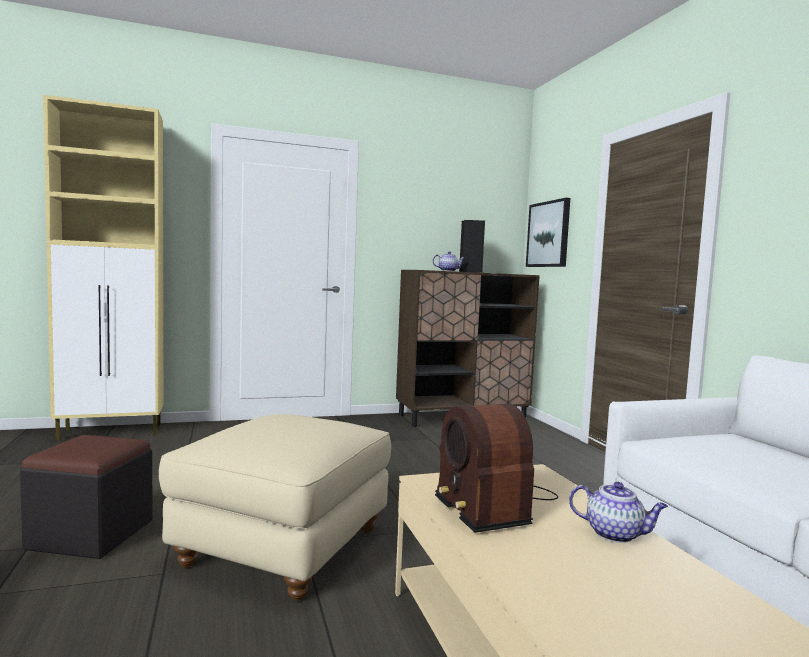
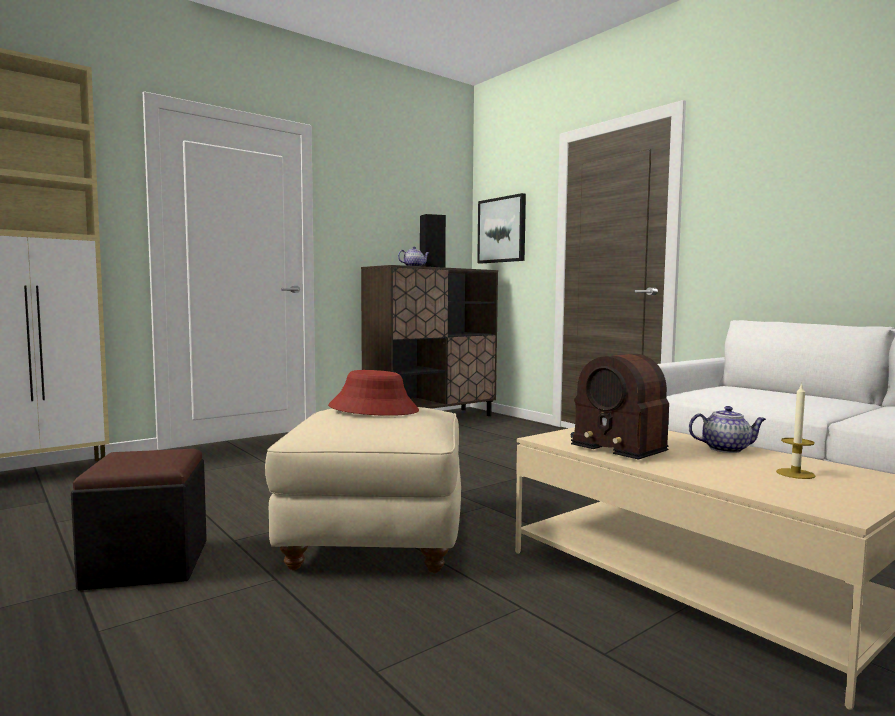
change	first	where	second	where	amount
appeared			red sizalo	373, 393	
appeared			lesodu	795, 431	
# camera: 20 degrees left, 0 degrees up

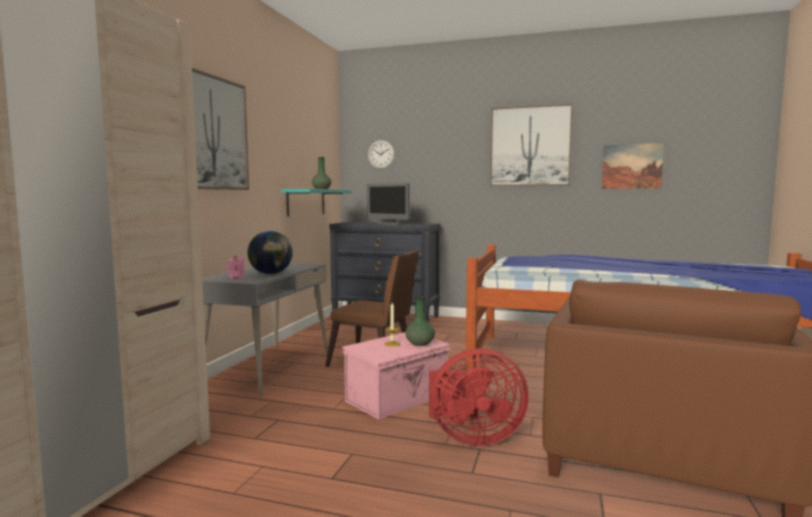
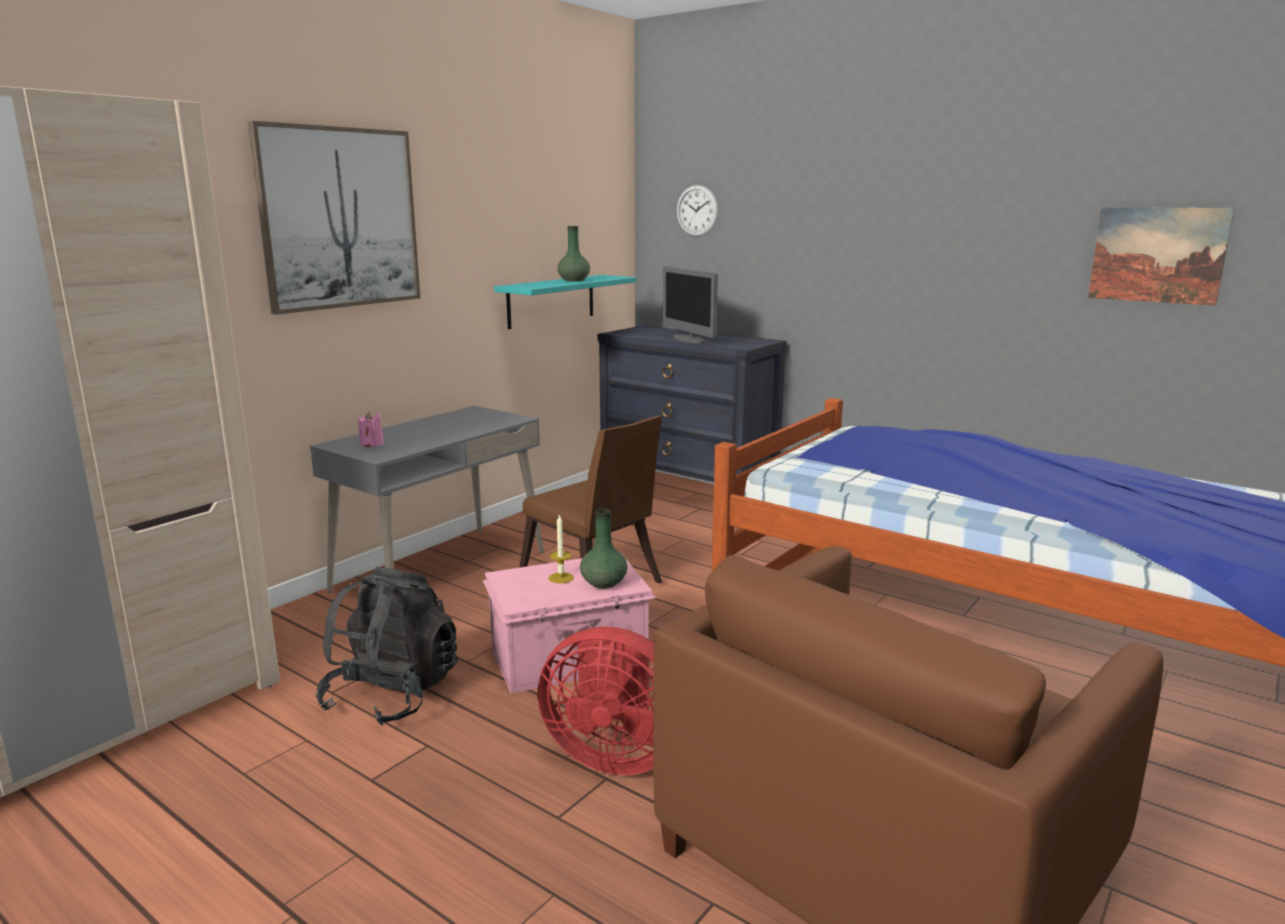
change	first	where	second	where	amount
missing	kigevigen	270, 252			
missing	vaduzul	531, 144			
appeared			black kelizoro	387, 646	
# camera: 20 degrees right, 10 degrees up

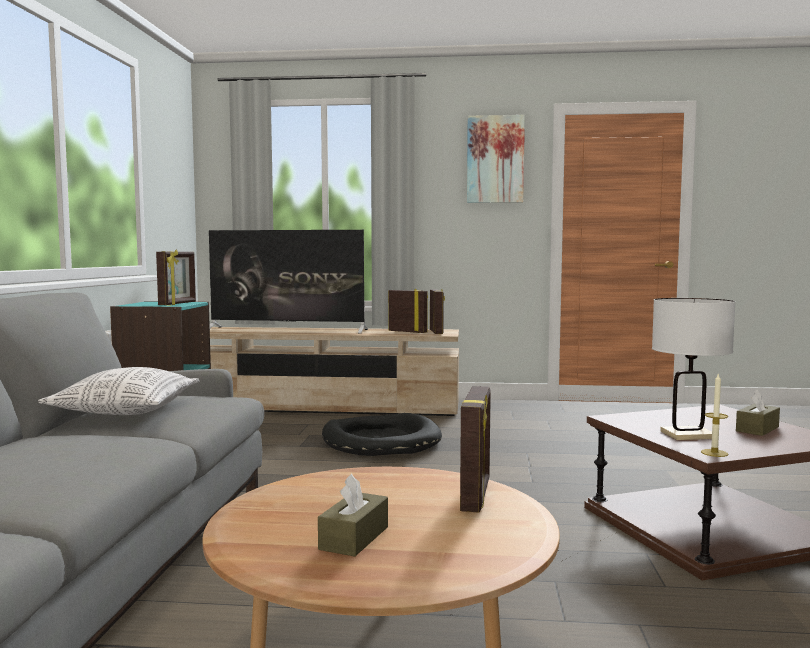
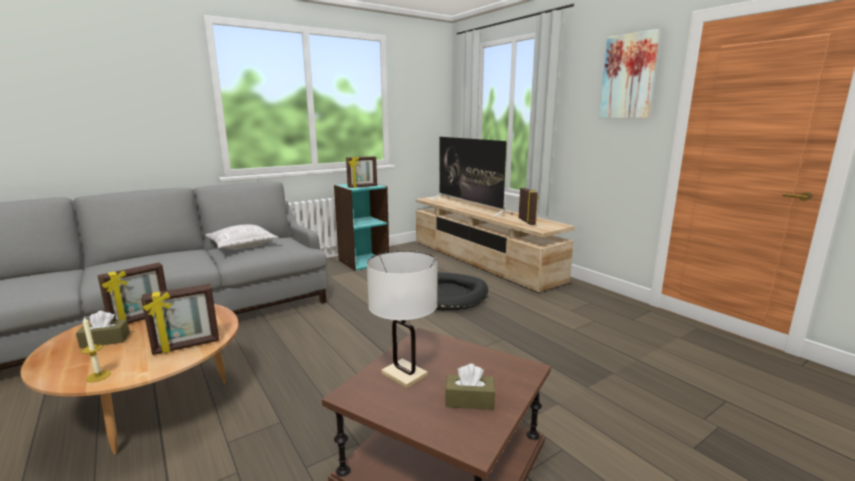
change	first	where	second	where	amount
relocated	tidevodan	437, 312		132, 293	
relocated	lesodu	714, 414		96, 349	
# camera: 50 degrees right, 10 degrees up

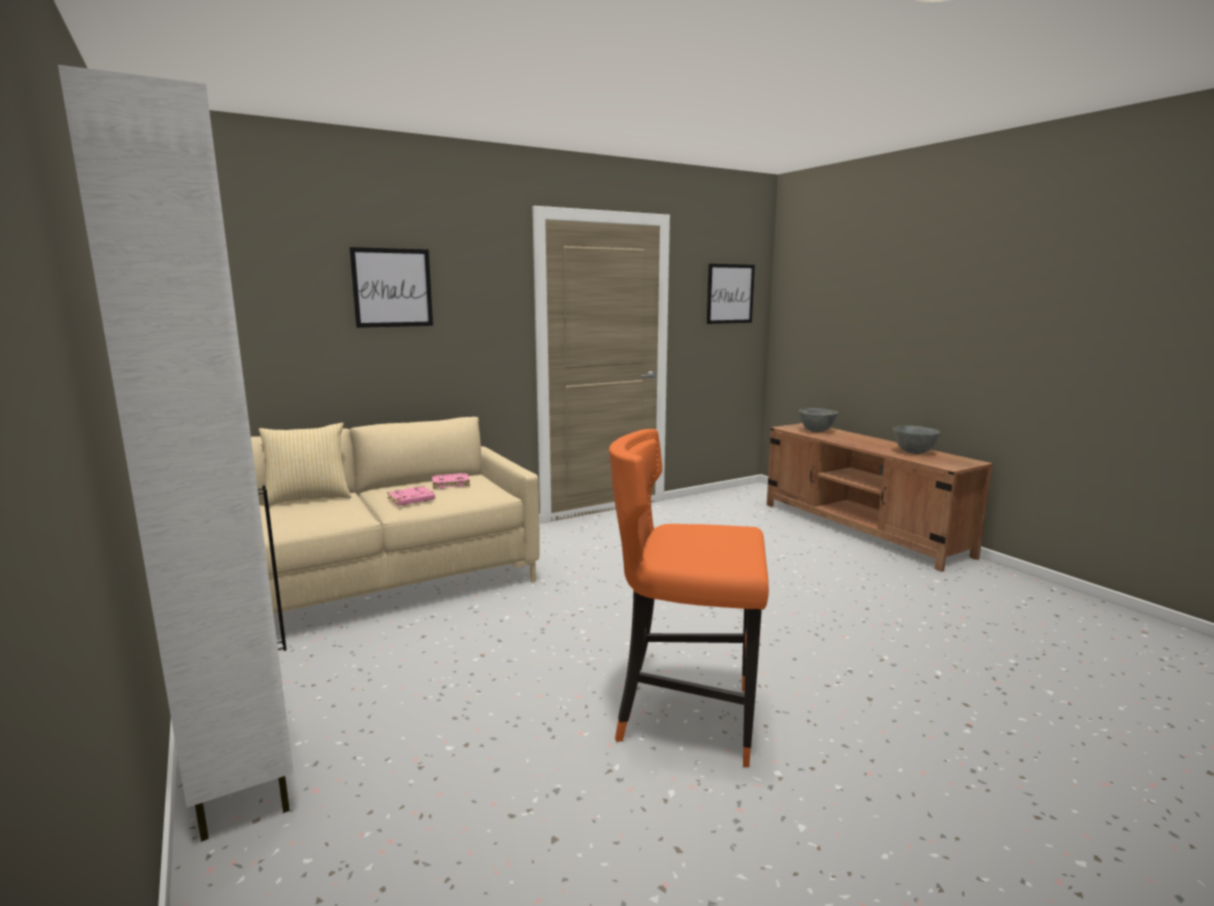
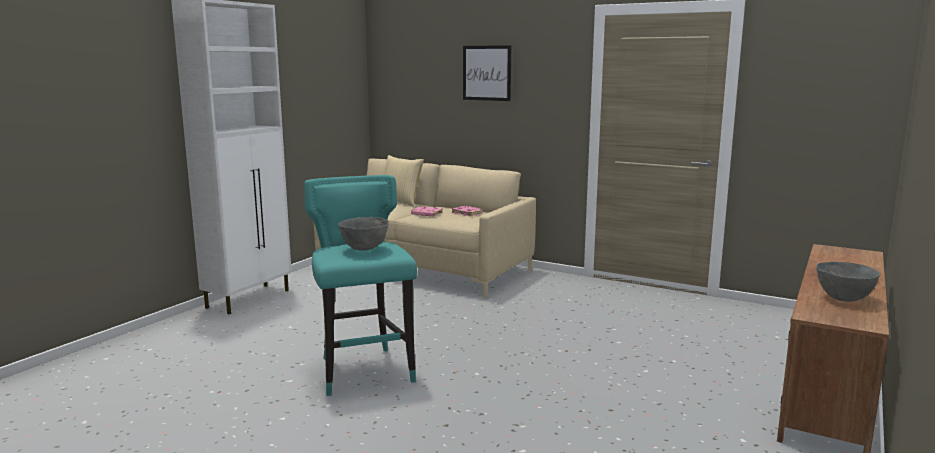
change	first	where	second	where	amount
colour	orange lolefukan	689, 598	turquoise lolefukan	360, 285	
missing	vaduzul	731, 294			
relocated	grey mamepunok	818, 420		363, 233	
# camera: 60 degrees right, 0 degrees up

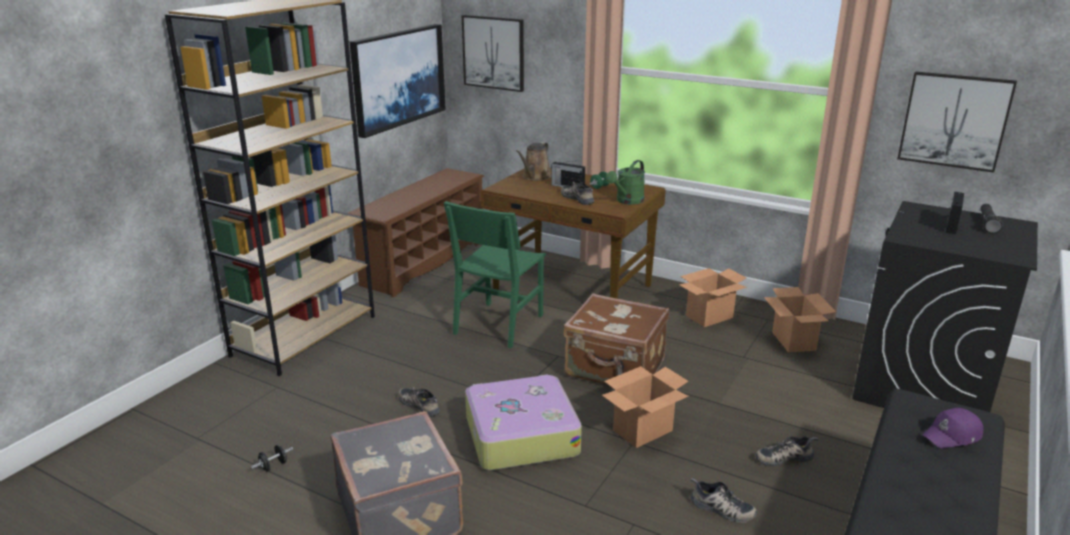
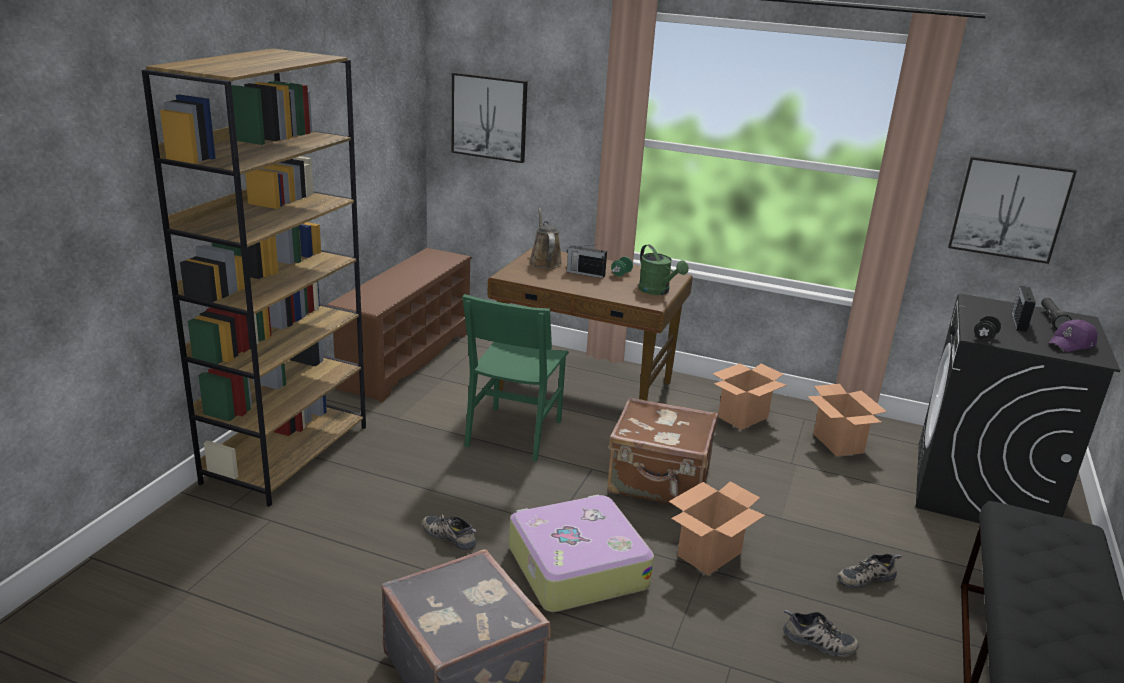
change	first	where	second	where	amount
relocated	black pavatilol	272, 458		987, 328	
missing	vaduzul	398, 81			
spun	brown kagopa	534, 161		545, 238	150 degrees clockwise
missing	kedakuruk	577, 193			
spun	green kagopa	625, 182		663, 269	60 degrees counterclockwise
relocated	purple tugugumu	953, 428		1073, 335	
# camera: 10 degrees left, 0 degrees up

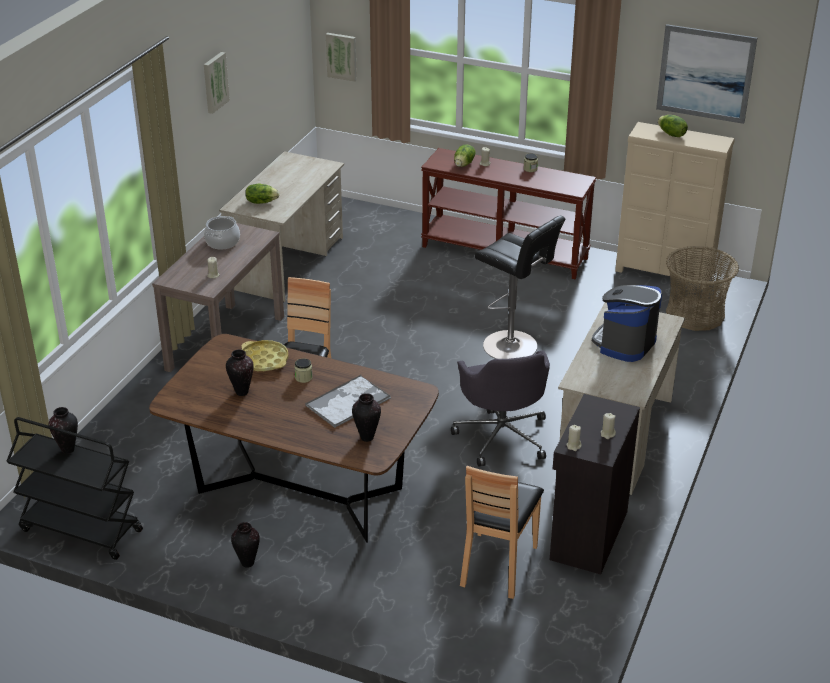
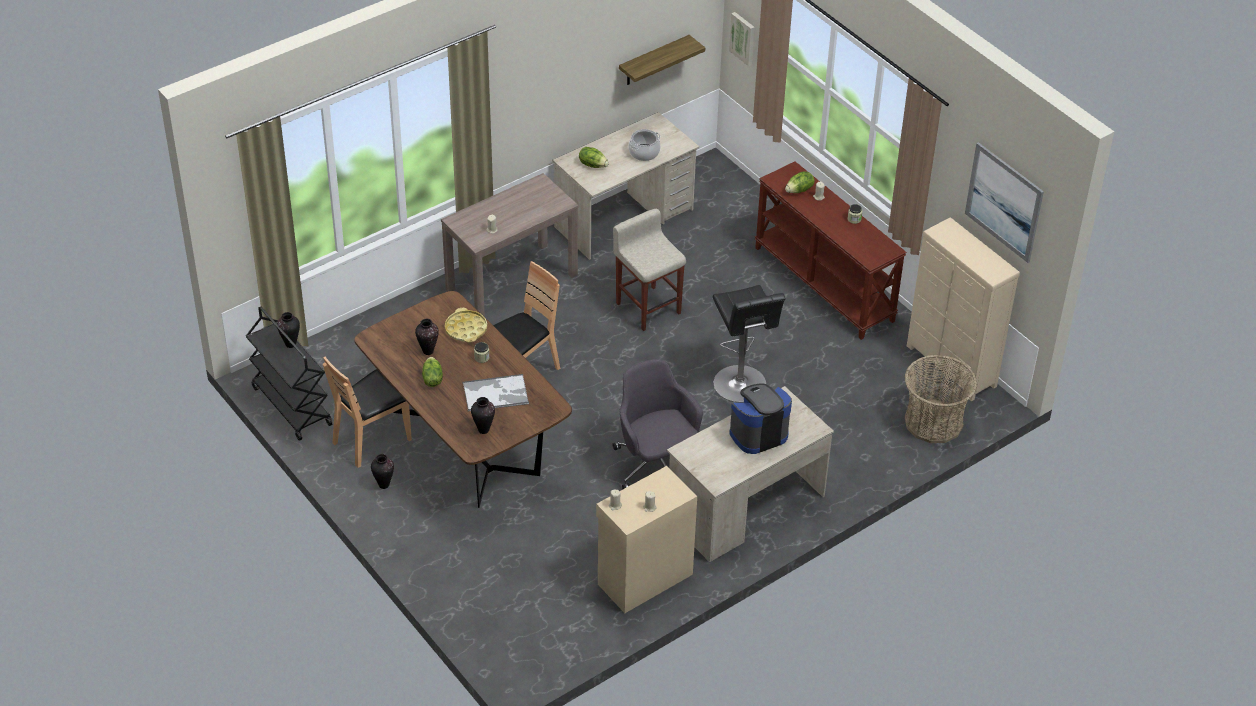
change	first	where	second	where	amount
missing	vaduzul	217, 83			
relocated	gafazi	222, 232		644, 145	
spun	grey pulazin	500, 408		657, 424	135 degrees clockwise
relocated	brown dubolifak	502, 532		367, 412	
colour	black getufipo	595, 484	beige getufipo	646, 539	
relocated	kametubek	673, 126		432, 372	
appeared			beige lolefukan	649, 270	
appeared			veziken	662, 60	
# camera: 30 degrees right, 10 degrees up

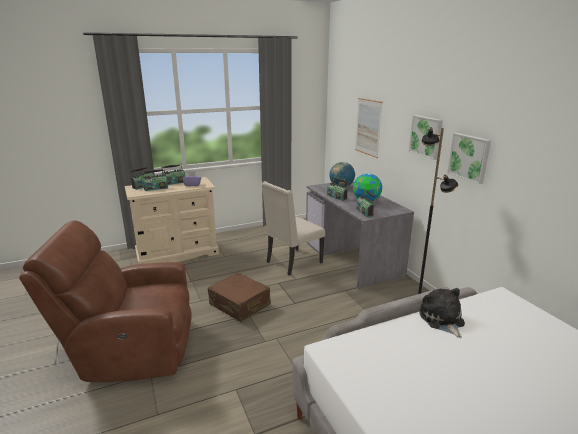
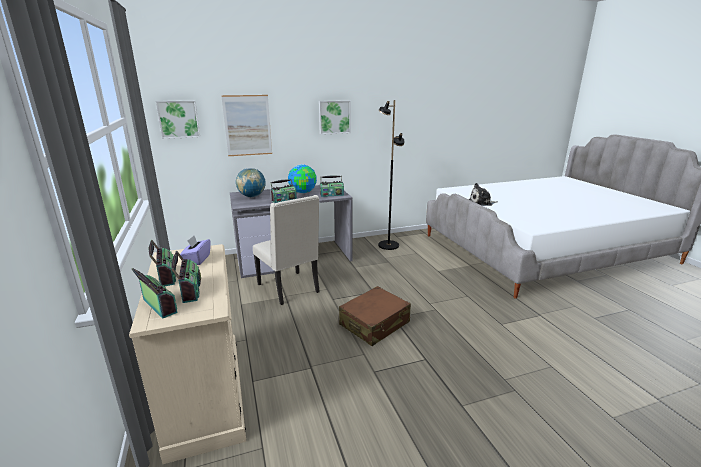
change	first	where	second	where	amount
missing	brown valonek	105, 301			
relocated	vaduzul	469, 158		178, 119	
# camera: 85 degrees left, 0 degrees up

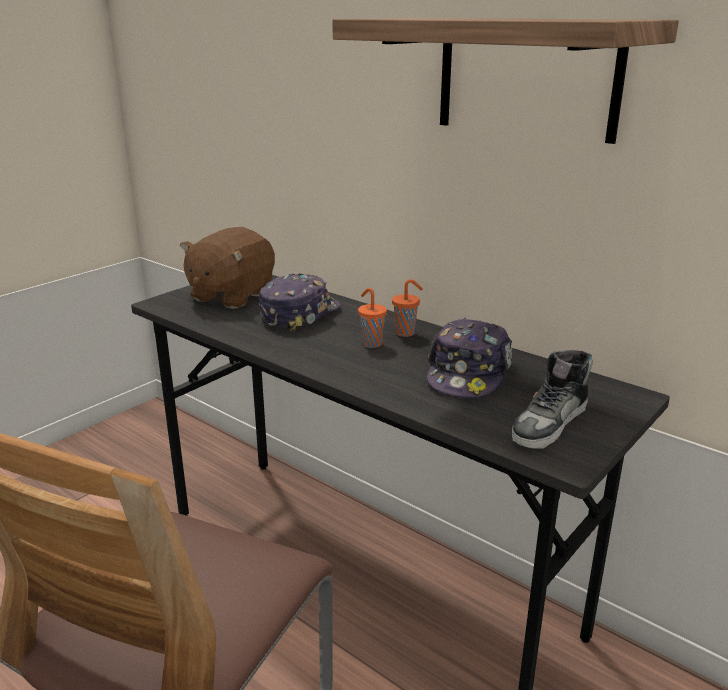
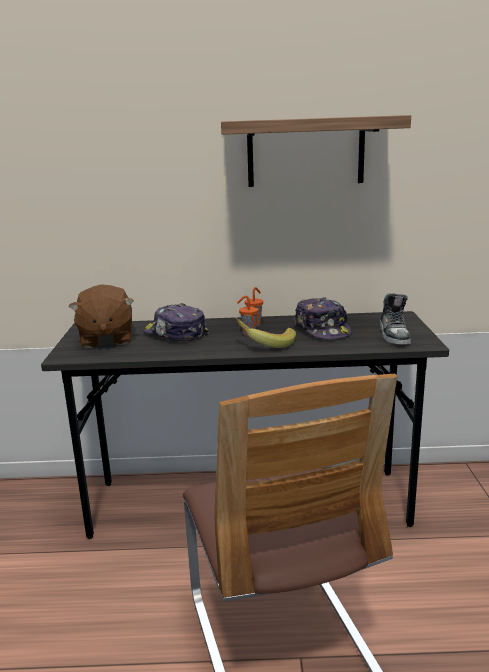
change	first	where	second	where	amount
spun	tugugumu	300, 302		176, 322	45 degrees counterclockwise
appeared			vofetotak	265, 333	
# camera: 40 degrees left, 5 degrees down

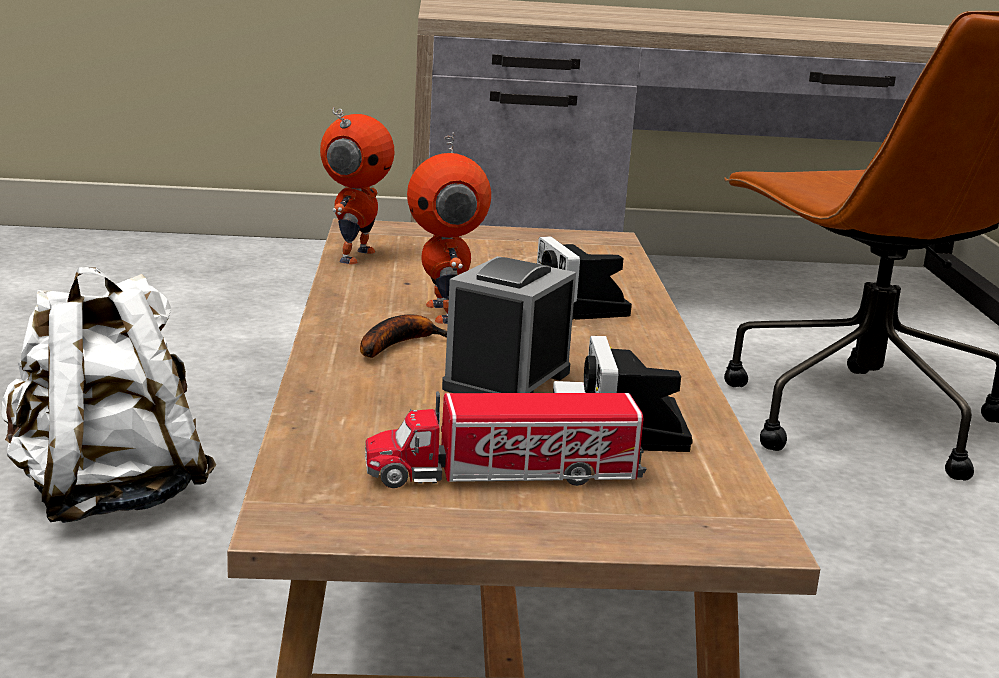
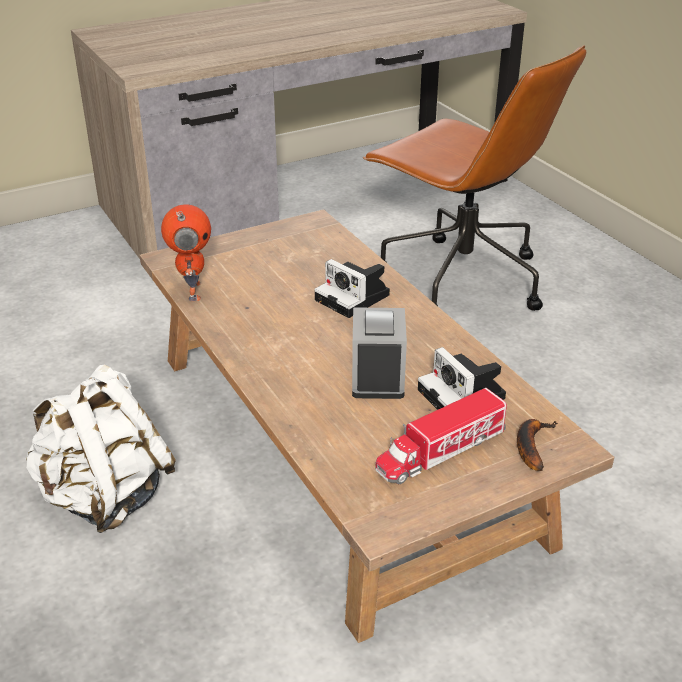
change	first	where	second	where	amount
relocated	vofetotak	403, 336		537, 445	
missing	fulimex	449, 228			
# camera: 25 degrees left, 15 degrees up

